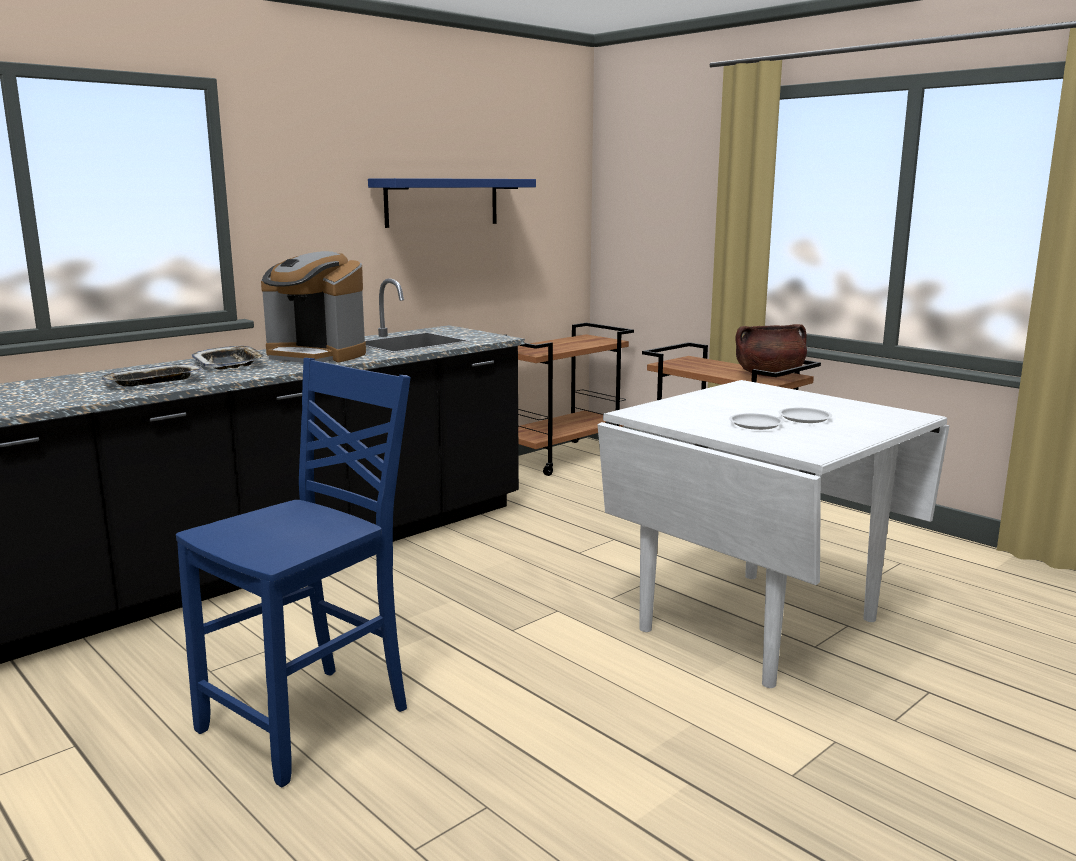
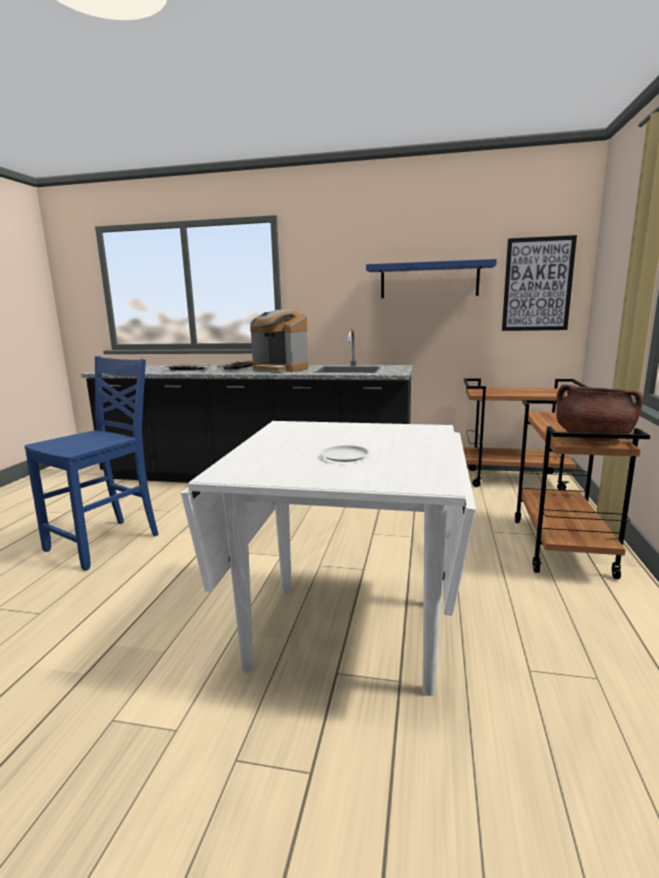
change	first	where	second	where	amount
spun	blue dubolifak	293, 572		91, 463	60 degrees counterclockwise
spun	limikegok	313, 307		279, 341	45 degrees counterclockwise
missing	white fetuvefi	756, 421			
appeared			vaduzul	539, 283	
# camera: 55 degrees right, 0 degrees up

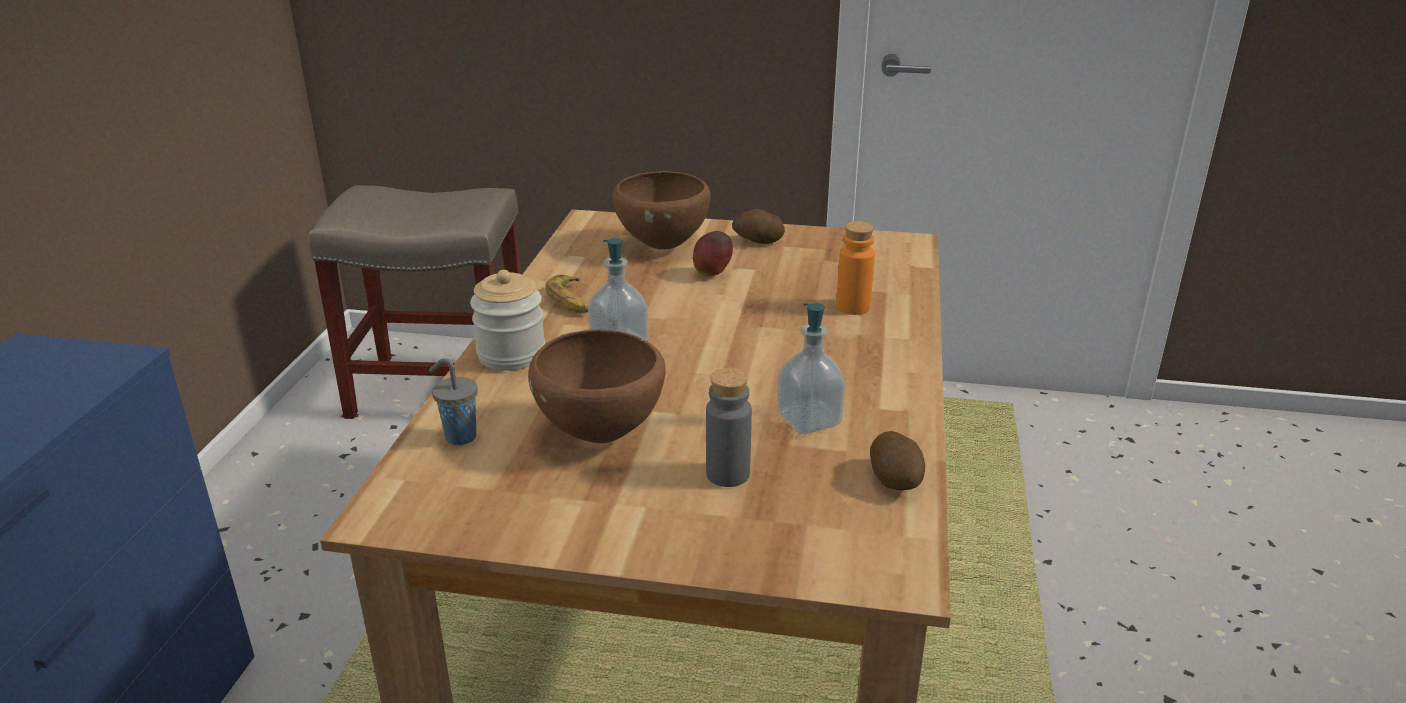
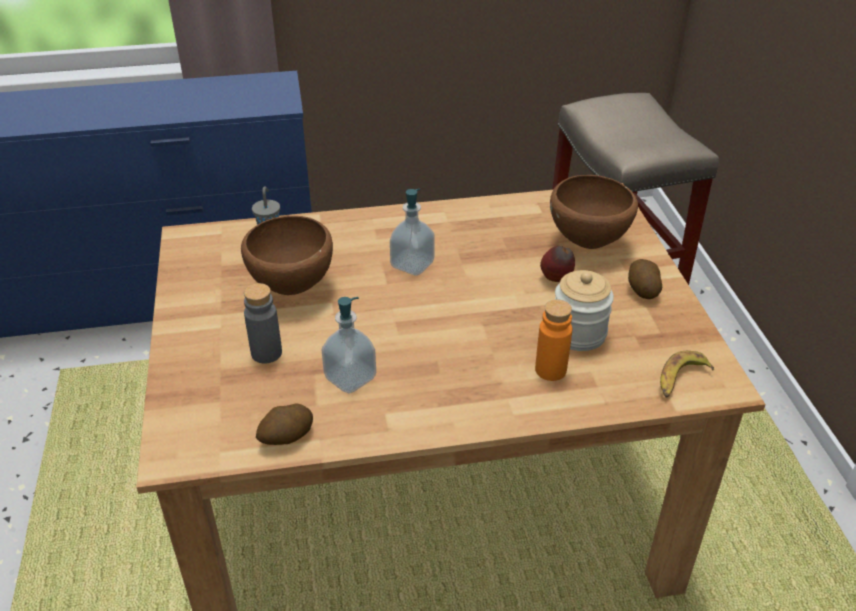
change	first	where	second	where	amount
relocated	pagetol	507, 320		584, 310	
relocated	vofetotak	566, 294		687, 374	
# camera: 70 degrees right, 10 degrees up

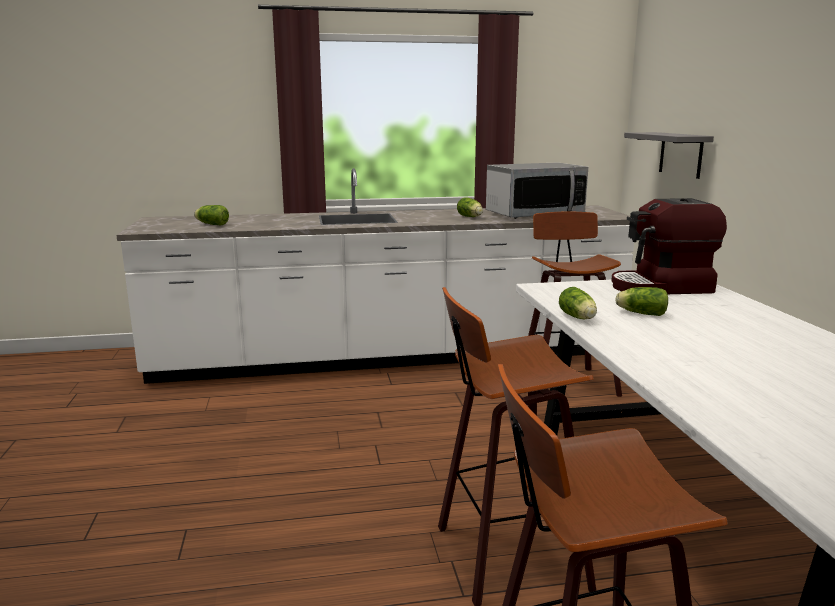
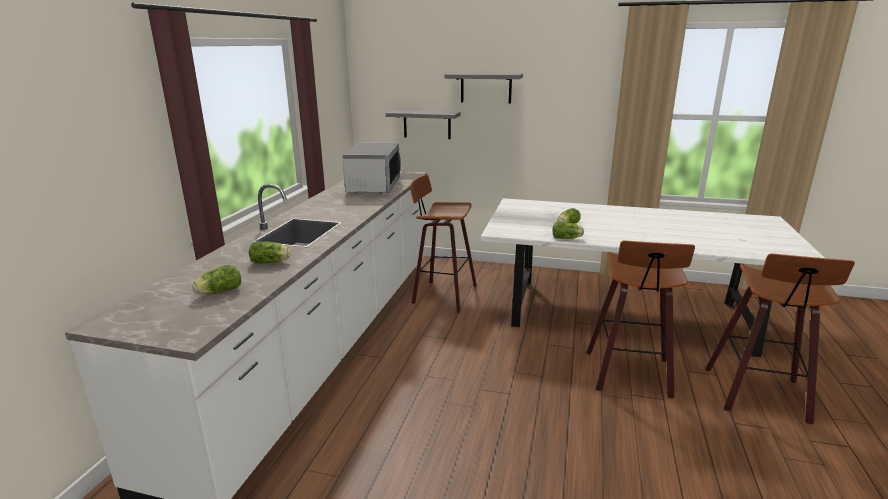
change	first	where	second	where	amount
relocated	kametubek	470, 207		270, 253	
missing	limikegok	669, 246			
appeared			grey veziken	483, 88	
# camera: 65 degrees left, 5 degrees up

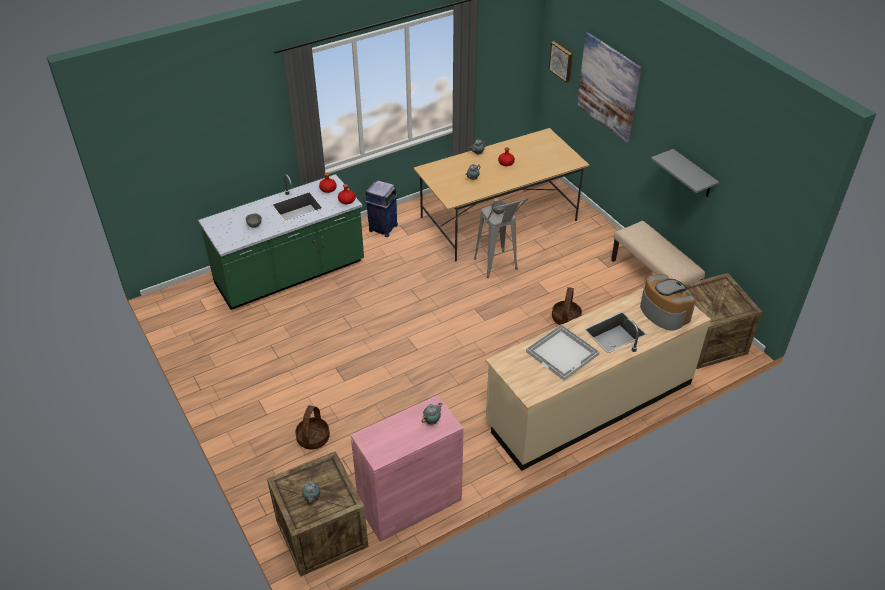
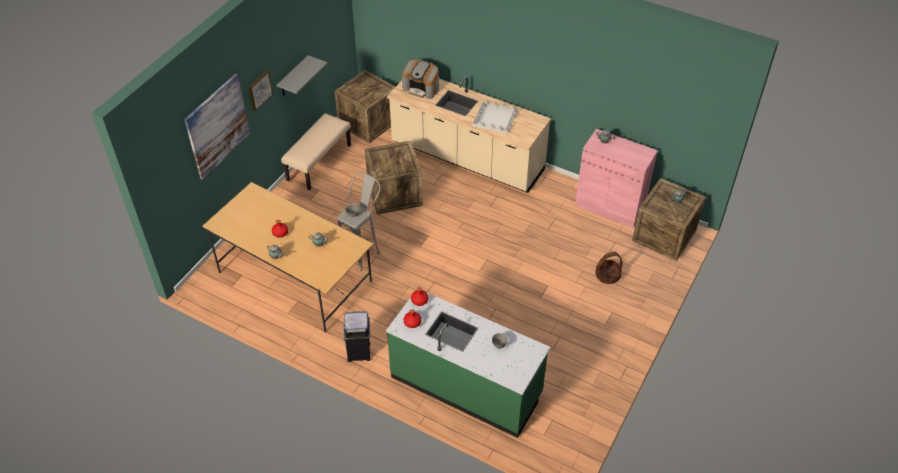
change	first	where	second	where	amount
relocated	vaduzul	560, 62		260, 90	
exchanged	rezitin	567, 306	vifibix	394, 178	
spun	limikegok	667, 302		420, 79	90 degrees counterclockwise
# camera: 120 degrees left, 5 degrees up

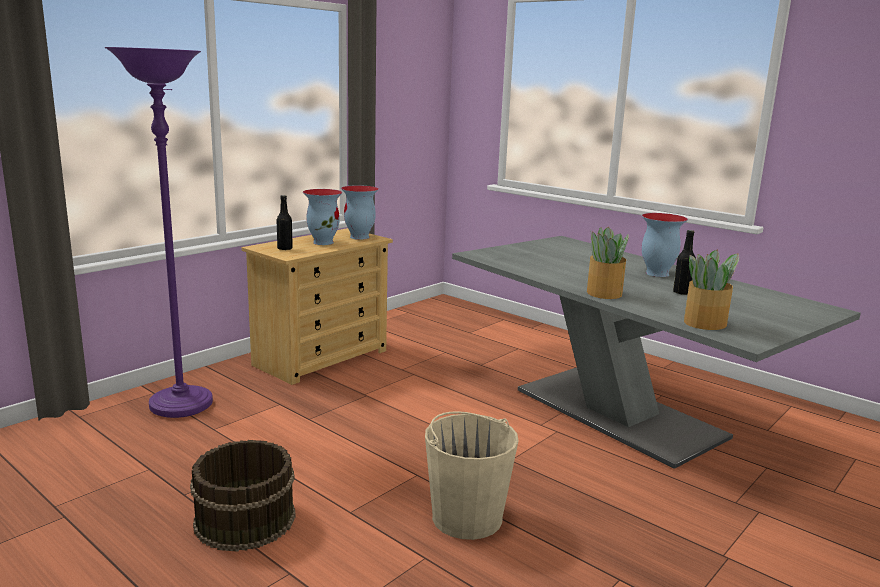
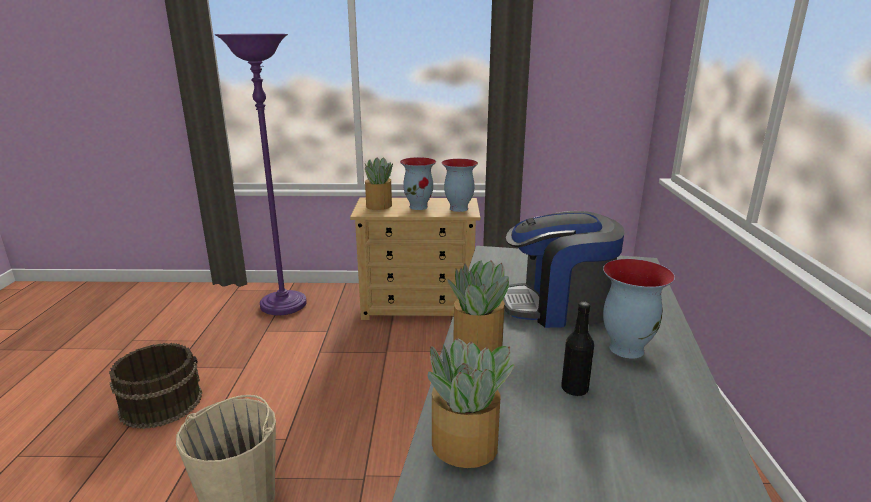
change	first	where	second	where	amount
exchanged	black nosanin	285, 222	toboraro	379, 183	
appeared			limikegok	564, 269	
# camera: 50 degrees right, 5 degrees up

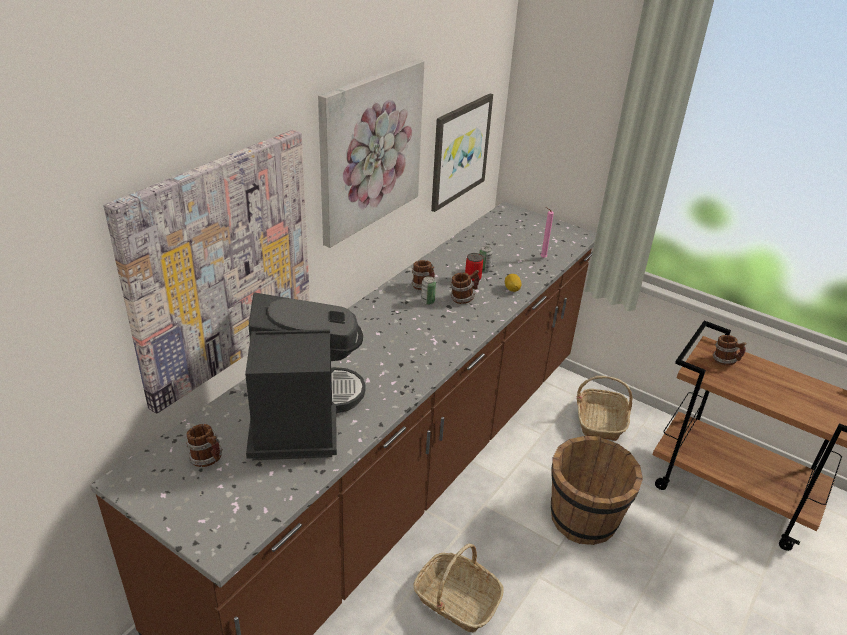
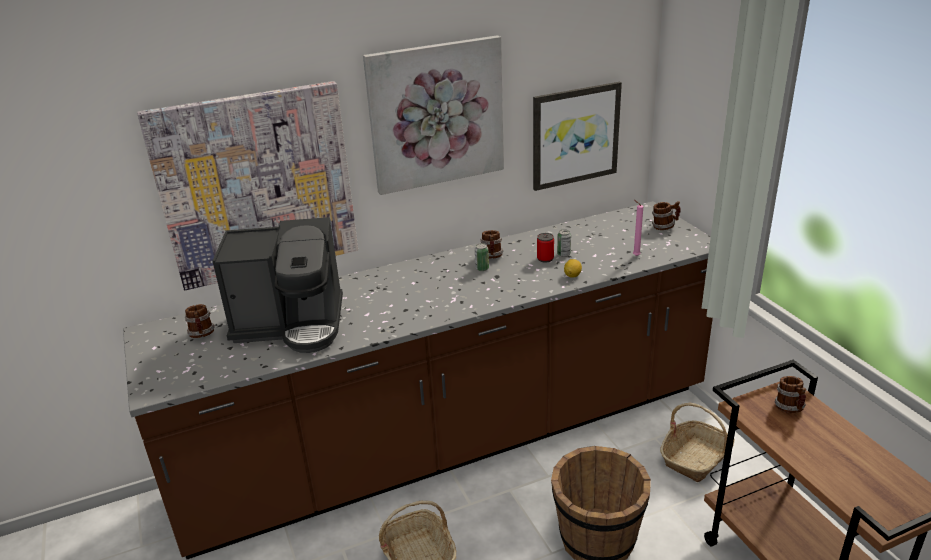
change	first	where	second	where	amount
spun	limikegok	305, 376		278, 285	60 degrees clockwise
relocated	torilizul	465, 287		666, 215	
# camera: 35 degrees right, 5 degrees down

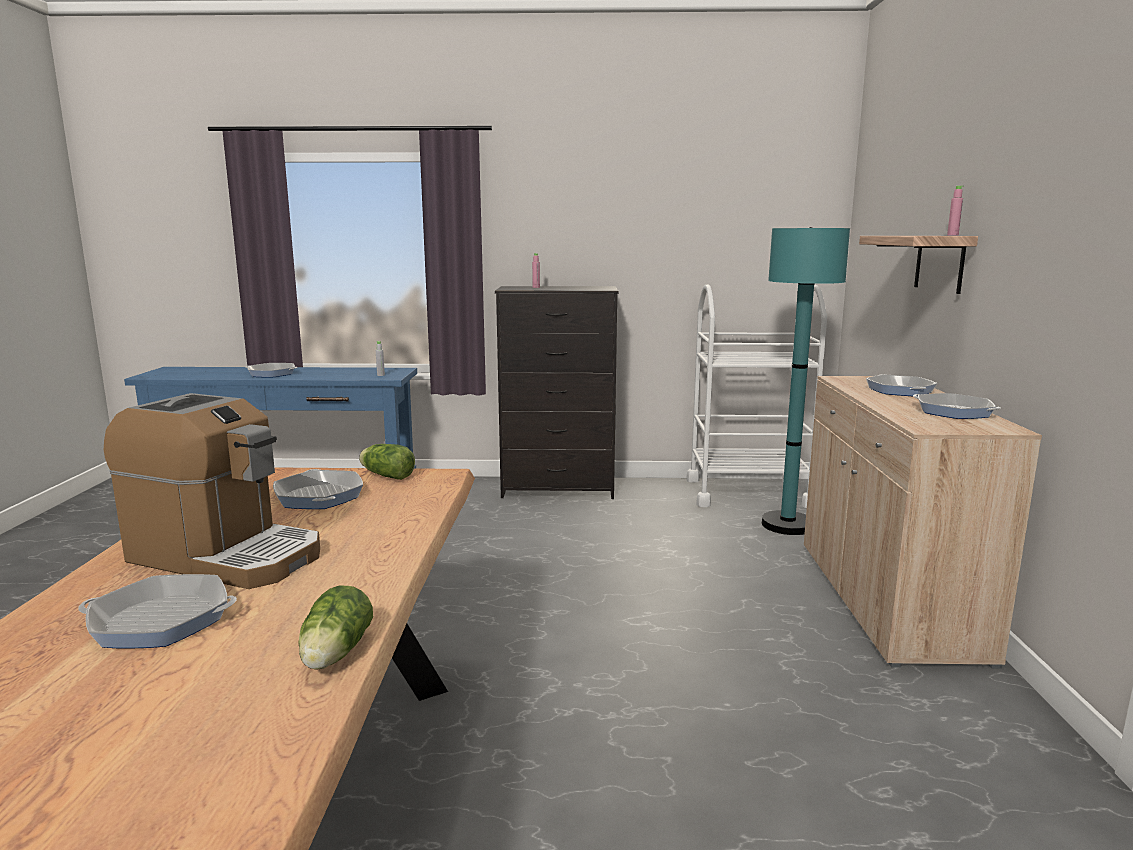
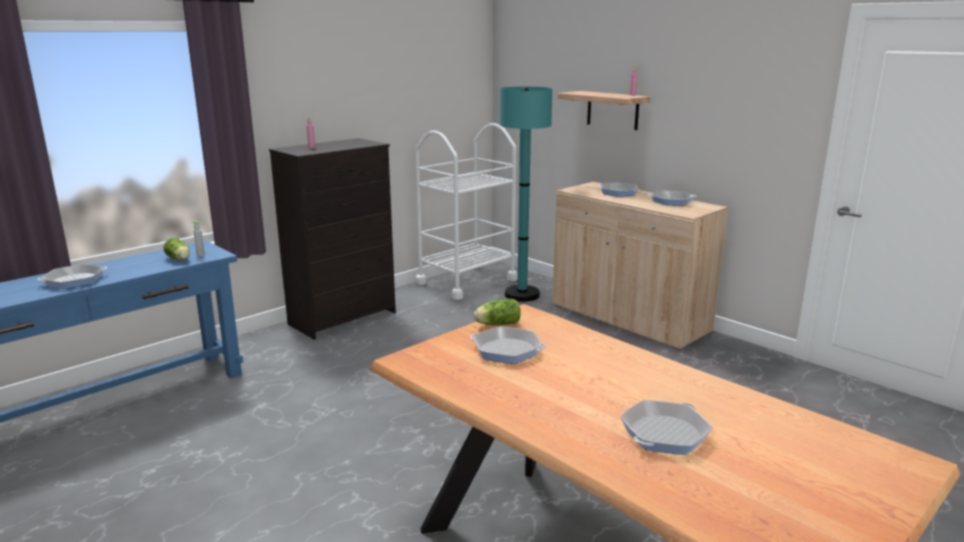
change	first	where	second	where	amount
missing	limikegok	212, 491			
relocated	kametubek	335, 627		176, 249	
# camera: 45 degrees left, 5 degrees up

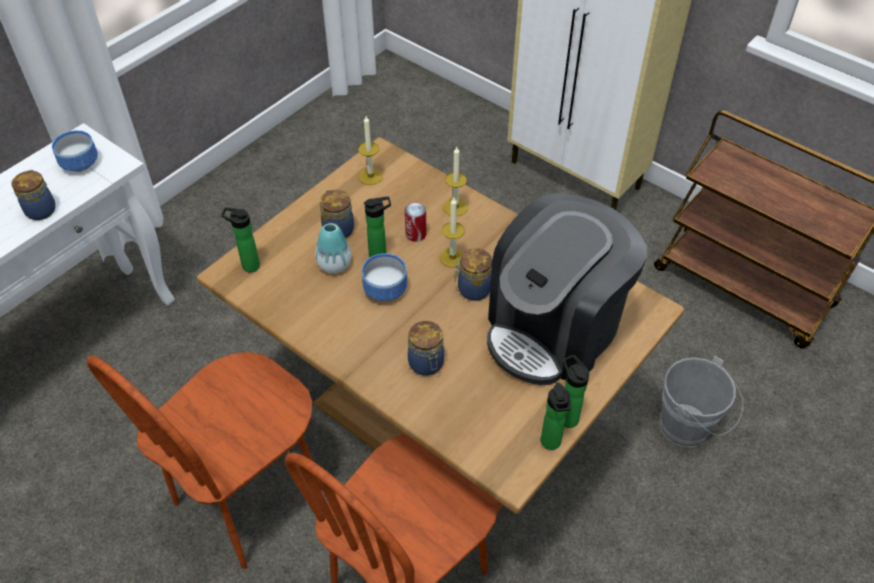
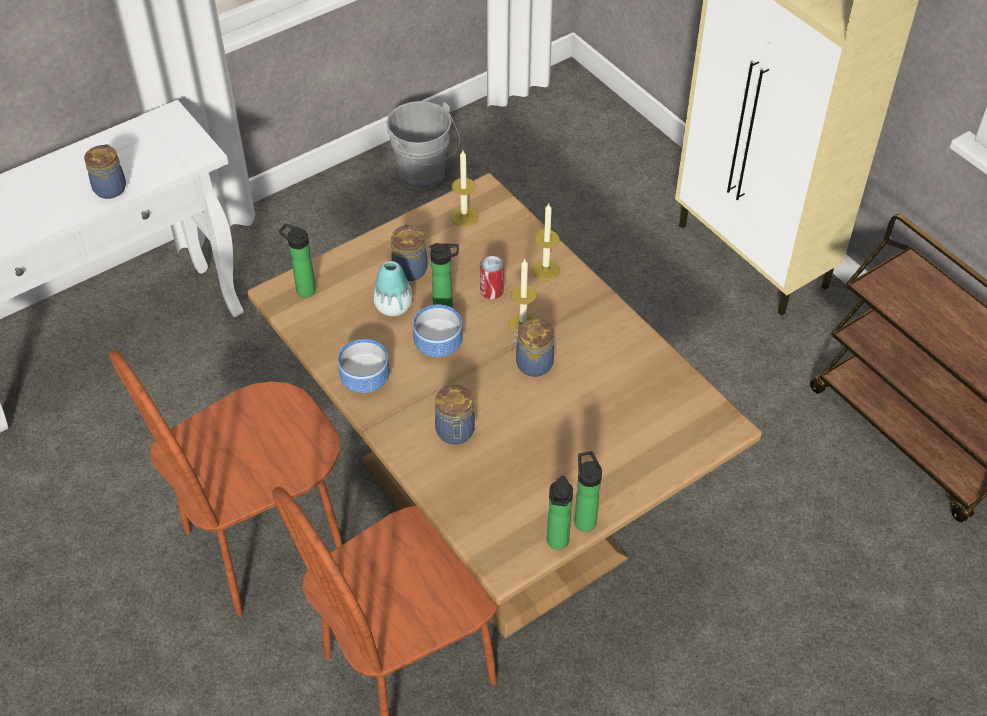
change	first	where	second	where	amount
relocated	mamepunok	75, 151		364, 366	
missing	limikegok	567, 289			
relocated	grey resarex	701, 401		423, 145	
# camera: 15 degrees right, 0 degrees up

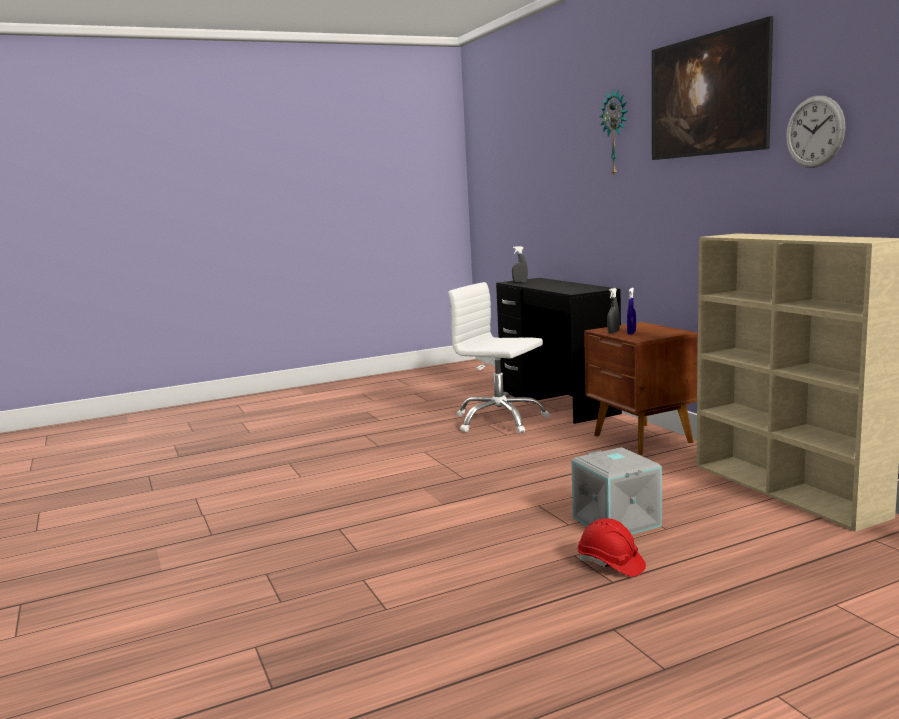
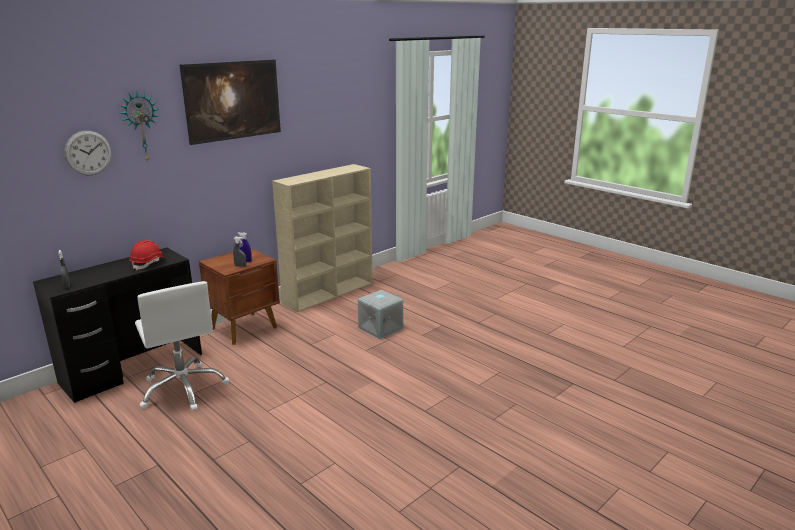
change	first	where	second	where	amount
spun	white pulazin	499, 358		182, 346	45 degrees counterclockwise
relocated	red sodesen	611, 547		147, 255	
relocated	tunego	816, 132		88, 153	
# camera: 110 degrees left, 10 degrees up

